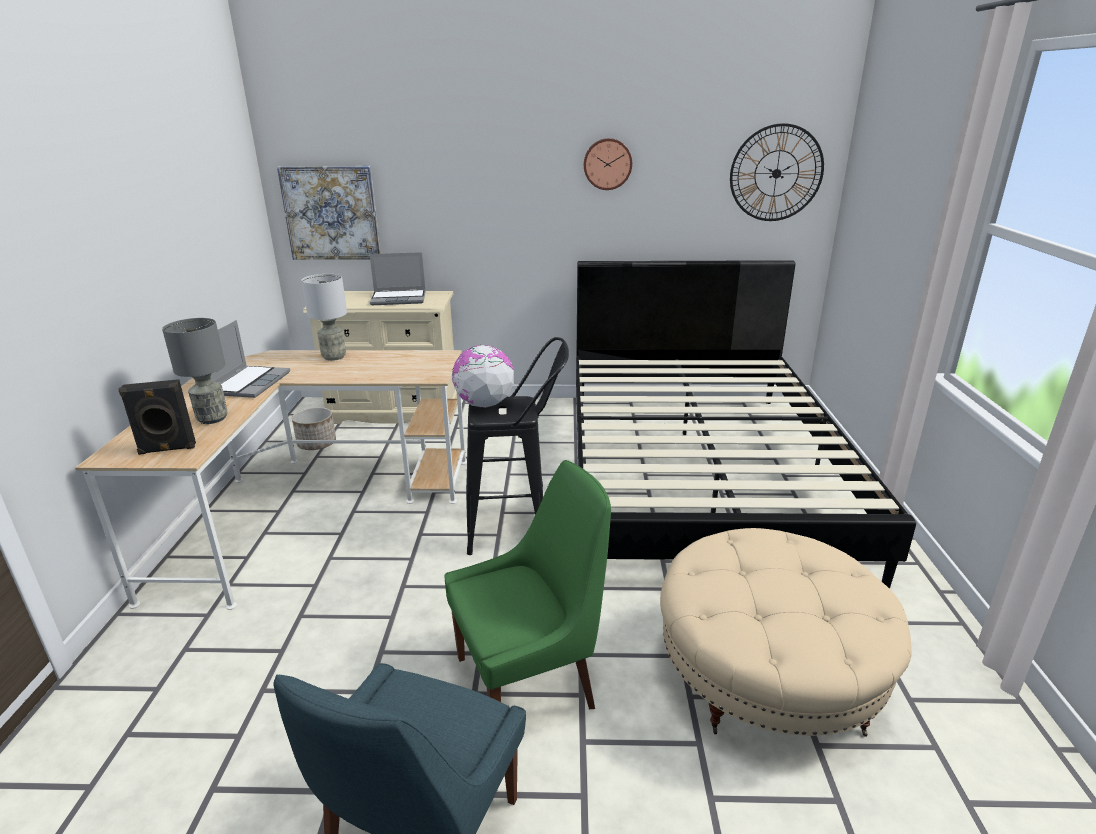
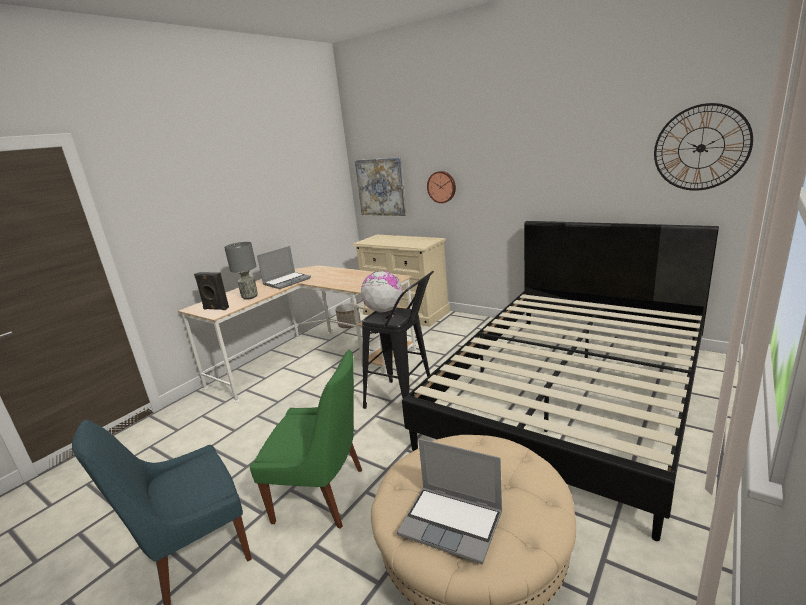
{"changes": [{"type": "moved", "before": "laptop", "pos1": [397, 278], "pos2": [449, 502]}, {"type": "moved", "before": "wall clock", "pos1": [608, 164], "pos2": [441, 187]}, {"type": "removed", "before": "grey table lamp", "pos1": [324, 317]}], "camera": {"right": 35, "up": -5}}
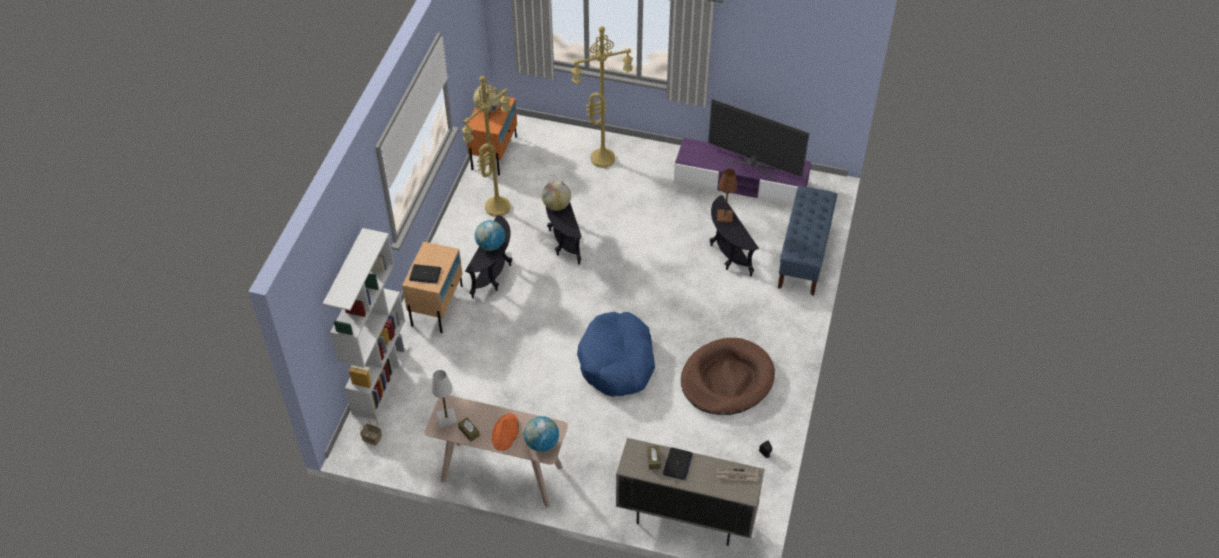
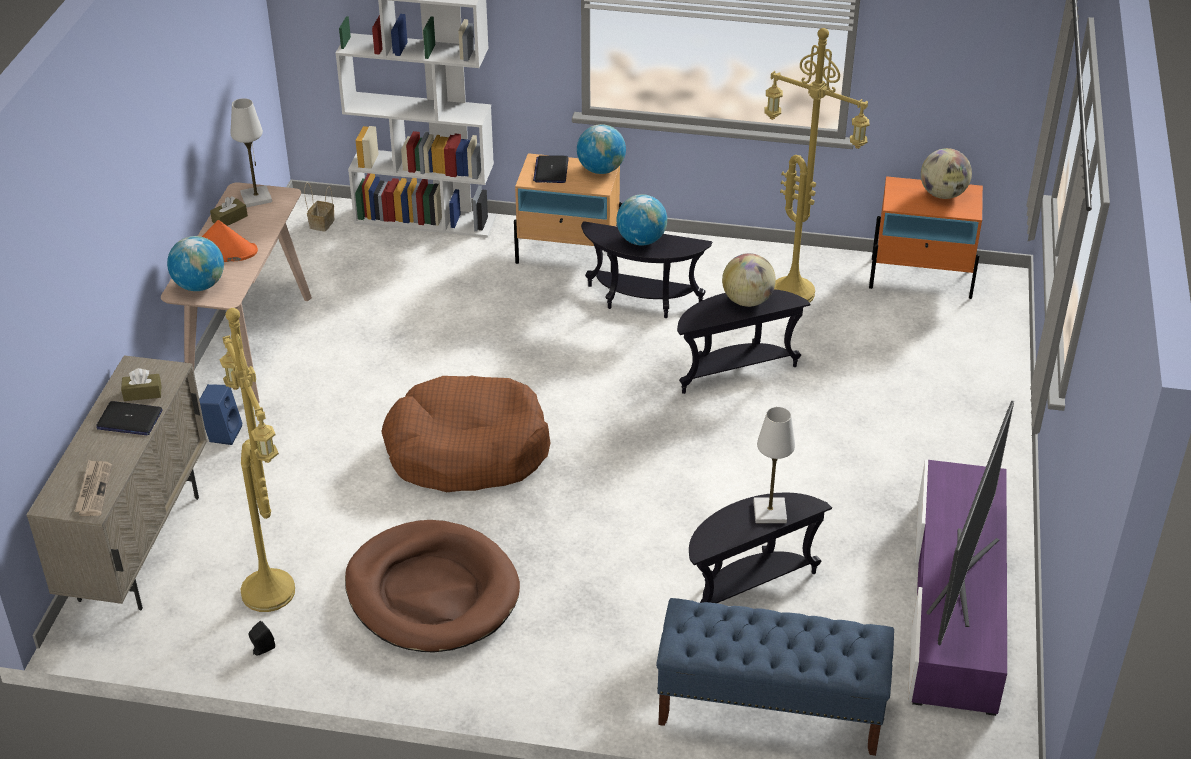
{"changes": [{"type": "added", "after": "blue speaker", "pos2": [220, 414]}, {"type": "moved", "before": "yellow floor lamp", "pos1": [602, 97], "pos2": [257, 460]}, {"type": "recoloured", "before": "blue dog bed", "after": "brown dog bed", "pos1": [616, 354], "pos2": [466, 433]}, {"type": "added", "after": "globe", "pos2": [601, 149]}, {"type": "recoloured", "before": "brown table lamp", "after": "white table lamp", "pos1": [727, 196], "pos2": [774, 465]}], "camera": {"right": 85, "up": -10}}
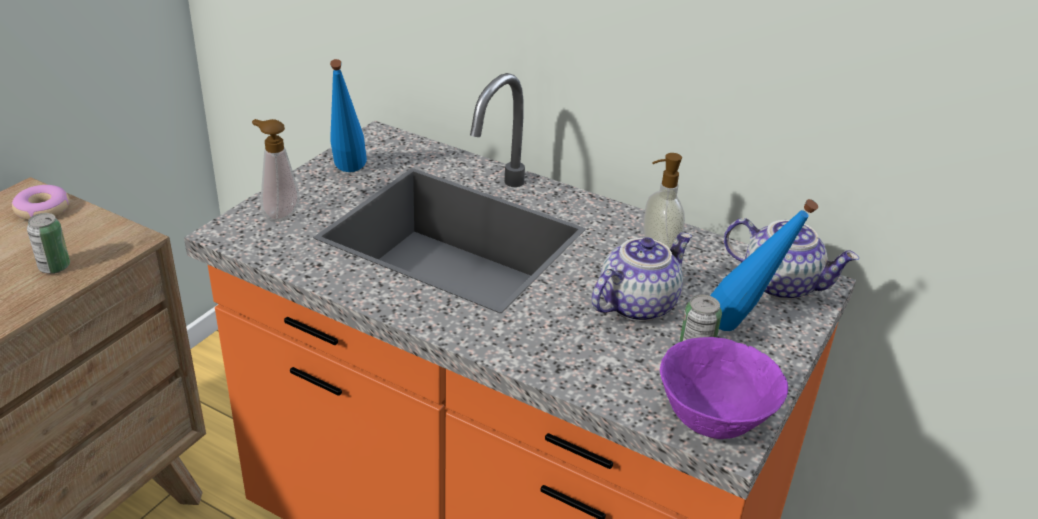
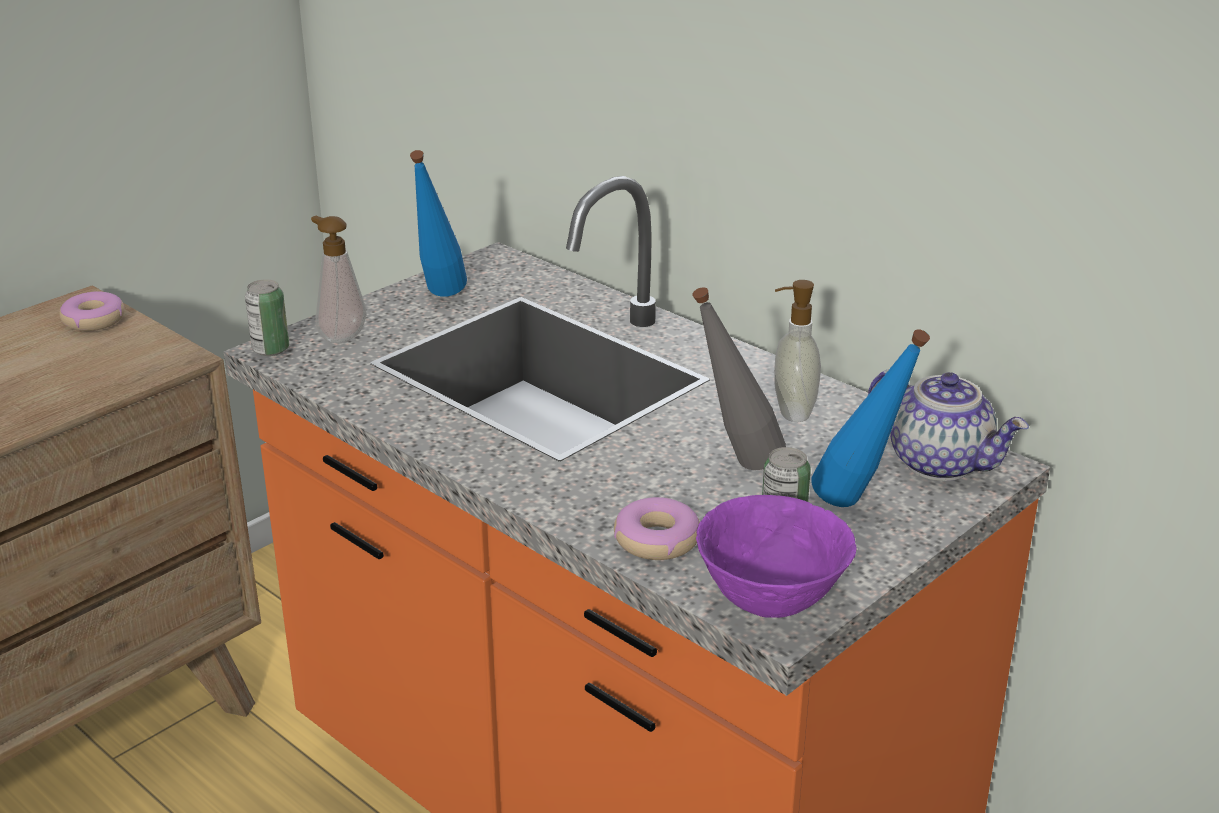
{"changes": [{"type": "moved", "before": "can", "pos1": [48, 243], "pos2": [267, 317]}, {"type": "added", "after": "donut", "pos2": [657, 528]}, {"type": "replaced", "before": "teapot", "after": "grey bottle", "pos1": [642, 277], "pos2": [739, 378]}], "camera": {"right": 15, "up": -5}}
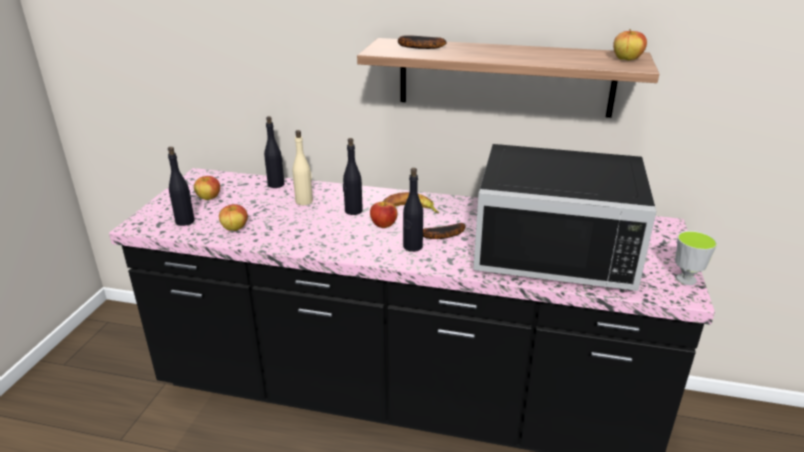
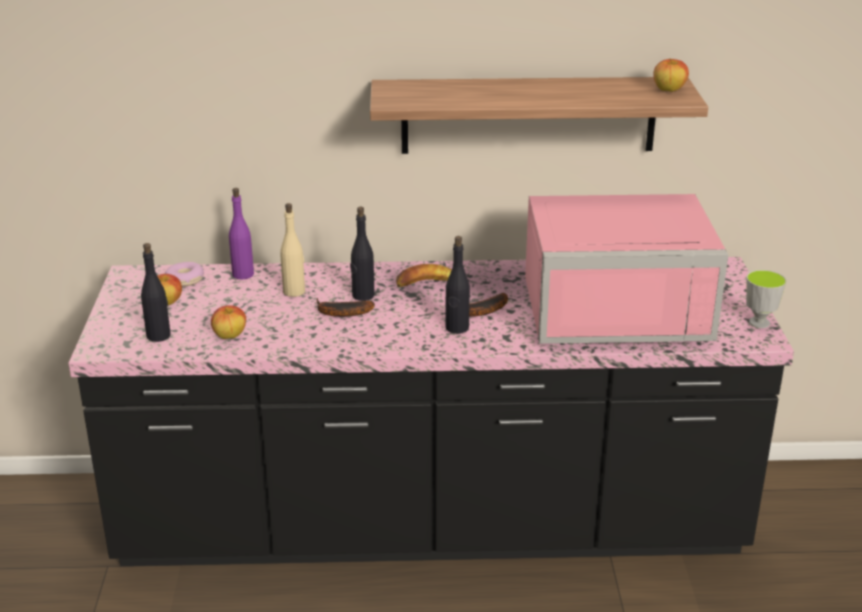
{"changes": [{"type": "added", "after": "donut", "pos2": [184, 274]}, {"type": "recoloured", "before": "black bottle", "after": "purple bottle", "pos1": [274, 152], "pos2": [241, 234]}, {"type": "moved", "before": "banana", "pos1": [422, 42], "pos2": [346, 307]}, {"type": "recoloured", "before": "black microwave", "after": "pink microwave", "pos1": [564, 217], "pos2": [626, 269]}, {"type": "removed", "before": "apple", "pos1": [384, 214]}], "camera": {"right": -15, "up": 0}}
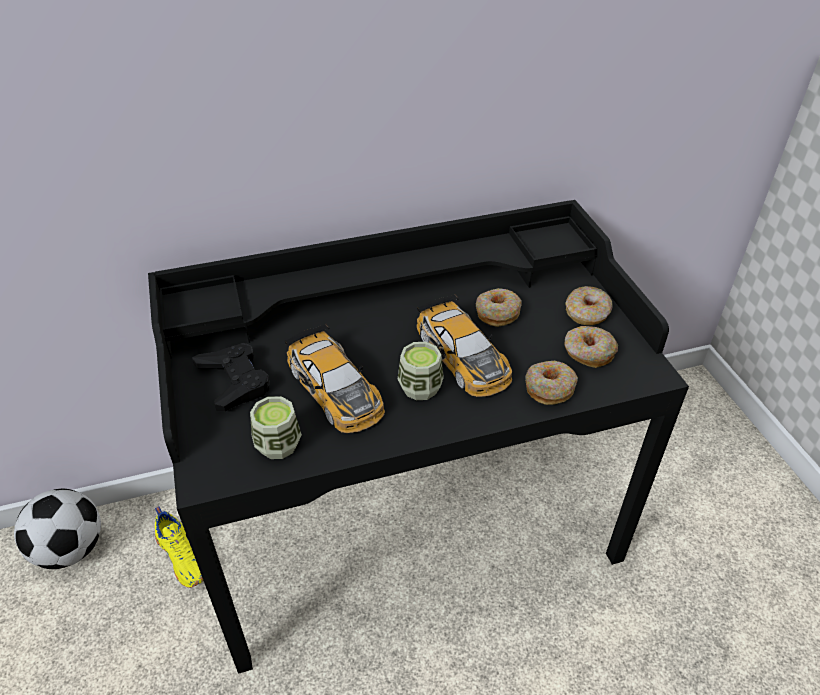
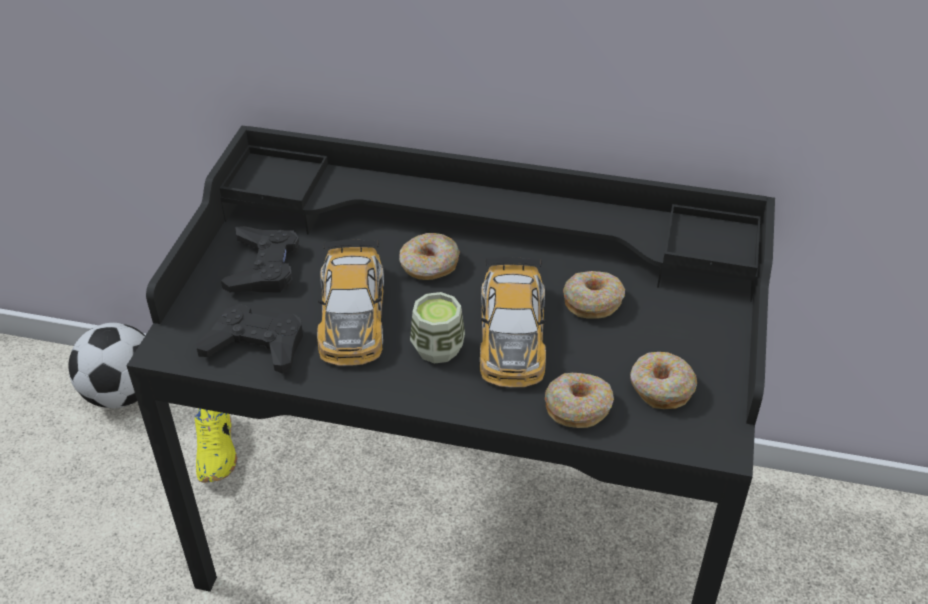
{"changes": [{"type": "replaced", "before": "cup", "after": "black game controller", "pos1": [276, 427], "pos2": [249, 339]}, {"type": "moved", "before": "donut", "pos1": [588, 305], "pos2": [429, 256]}], "camera": {"right": 30, "up": 0}}
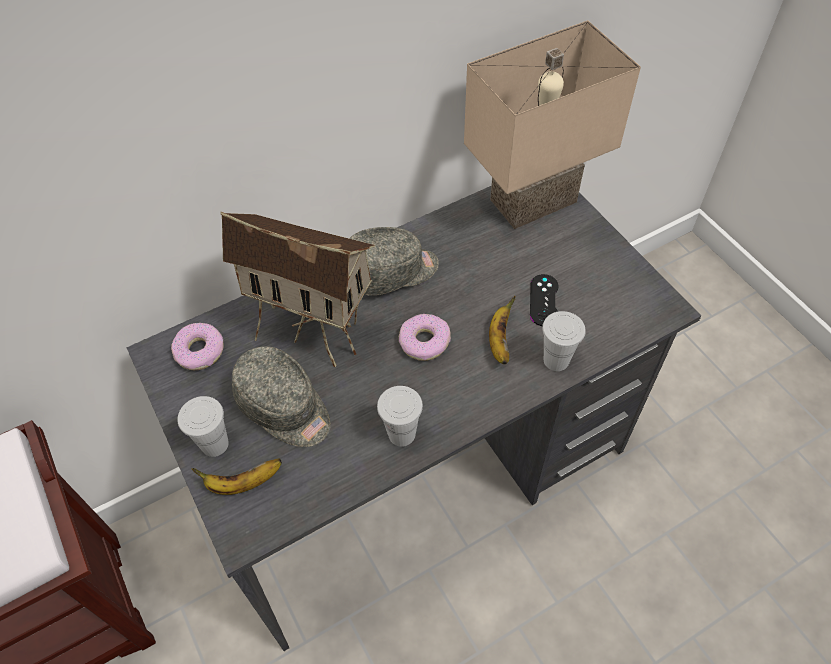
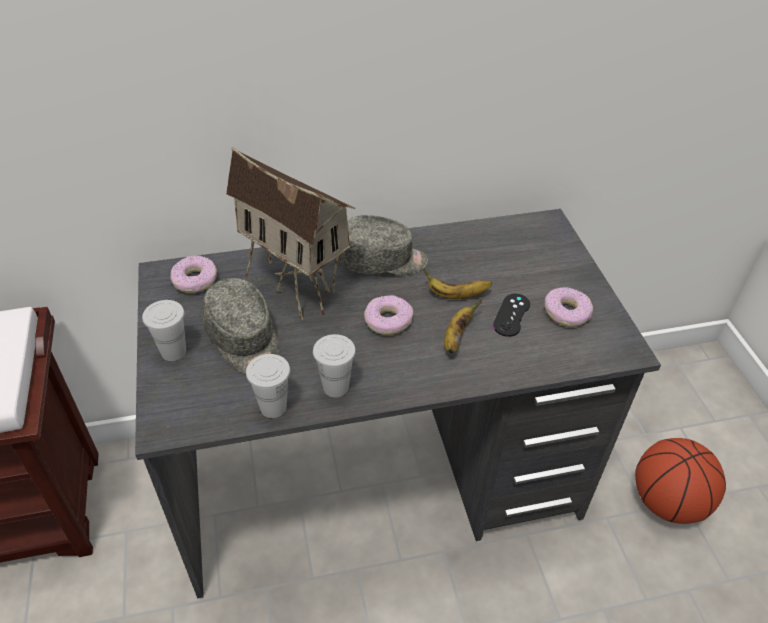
{"changes": [{"type": "moved", "before": "white cup", "pos1": [564, 341], "pos2": [268, 386]}, {"type": "moved", "before": "banana", "pos1": [237, 477], "pos2": [457, 284]}, {"type": "added", "after": "donut", "pos2": [569, 307]}, {"type": "added", "after": "basketball", "pos2": [680, 481]}, {"type": "removed", "before": "beige table lamp", "pos1": [552, 124]}], "camera": {"right": 15, "up": -10}}
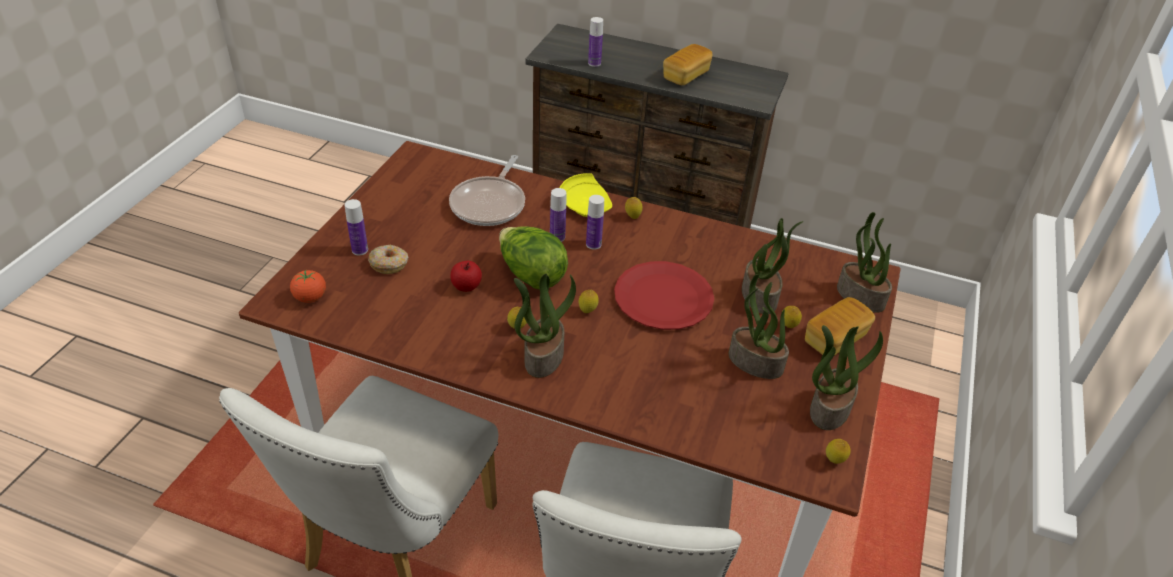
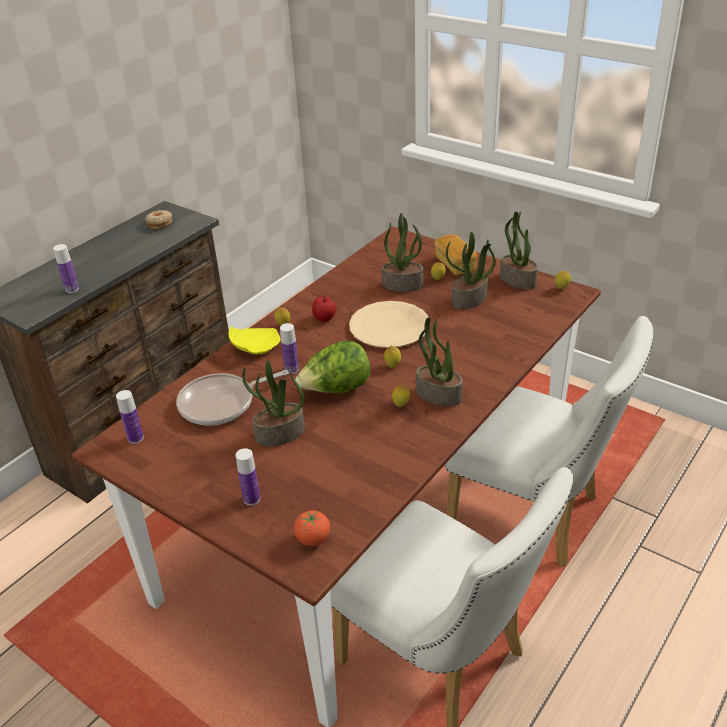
{"changes": [{"type": "moved", "before": "bottle", "pos1": [595, 222], "pos2": [130, 417]}, {"type": "moved", "before": "donut", "pos1": [388, 259], "pos2": [158, 219]}, {"type": "turned", "before": "frying pan", "pos1": [487, 190], "pos2": [232, 397], "turn": 120}, {"type": "moved", "before": "potted plant", "pos1": [864, 262], "pos2": [273, 403]}, {"type": "moved", "before": "apple", "pos1": [466, 276], "pos2": [324, 308]}, {"type": "recoloured", "before": "red plate", "after": "beige plate", "pos1": [664, 295], "pos2": [388, 324]}, {"type": "removed", "before": "bread", "pos1": [687, 64]}], "camera": {"right": -70, "up": -5}}
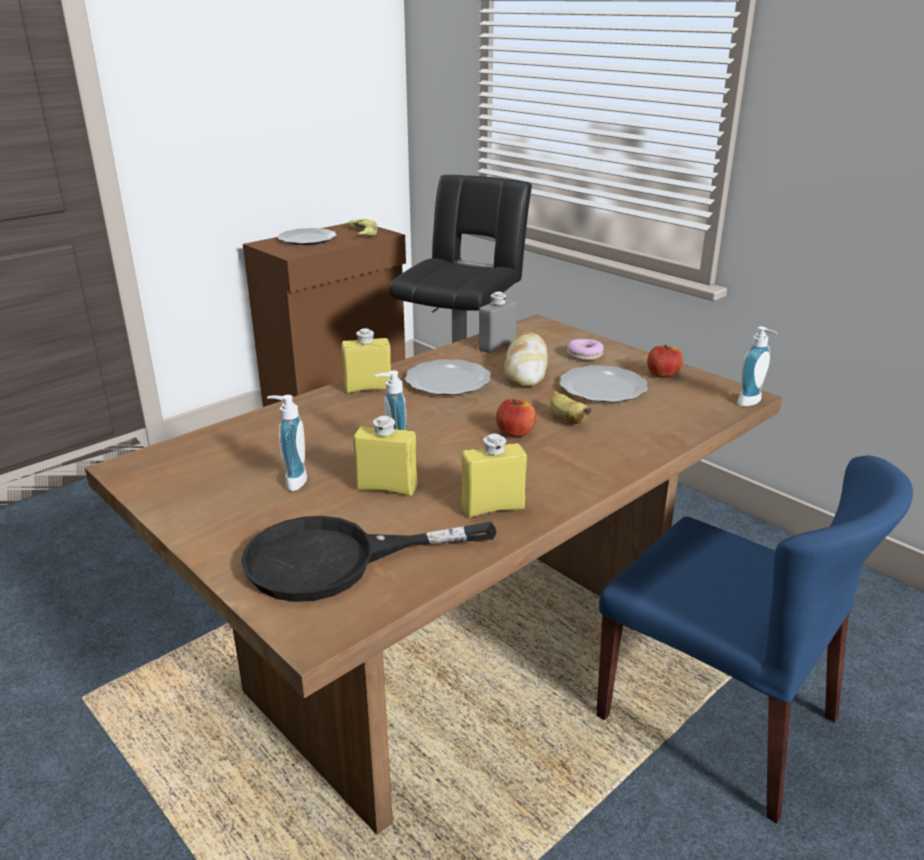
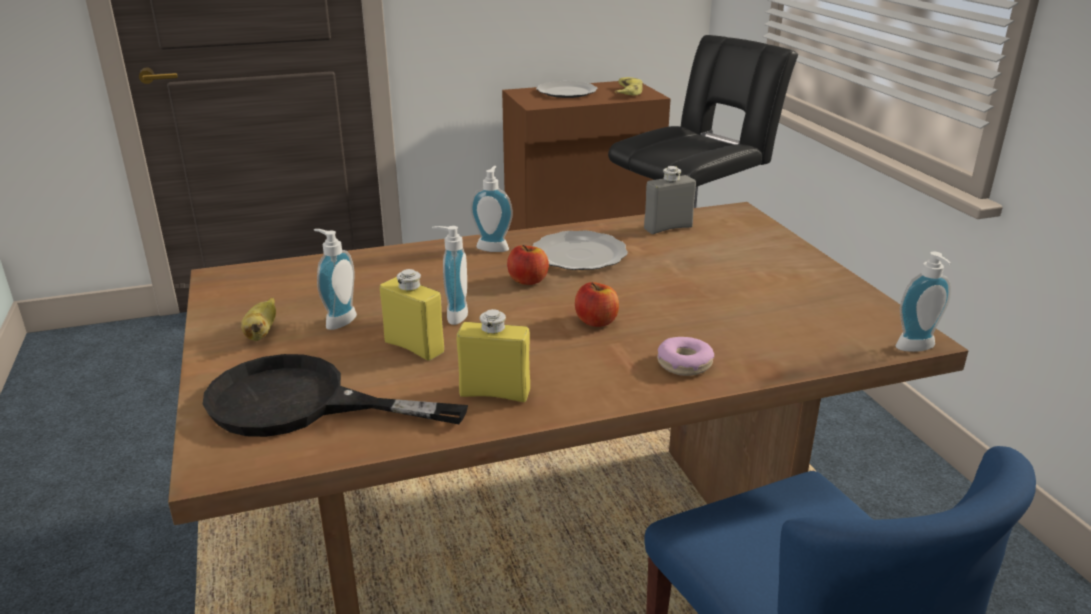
{"changes": [{"type": "moved", "before": "banana", "pos1": [571, 407], "pos2": [258, 319]}, {"type": "replaced", "before": "yellow bottle", "after": "soap dispenser", "pos1": [366, 360], "pos2": [491, 209]}, {"type": "moved", "before": "apple", "pos1": [665, 361], "pos2": [528, 265]}, {"type": "moved", "before": "donut", "pos1": [585, 350], "pos2": [685, 356]}, {"type": "removed", "before": "bread", "pos1": [526, 359]}, {"type": "removed", "before": "plate", "pos1": [603, 383]}], "camera": {"right": 25, "up": 0}}
